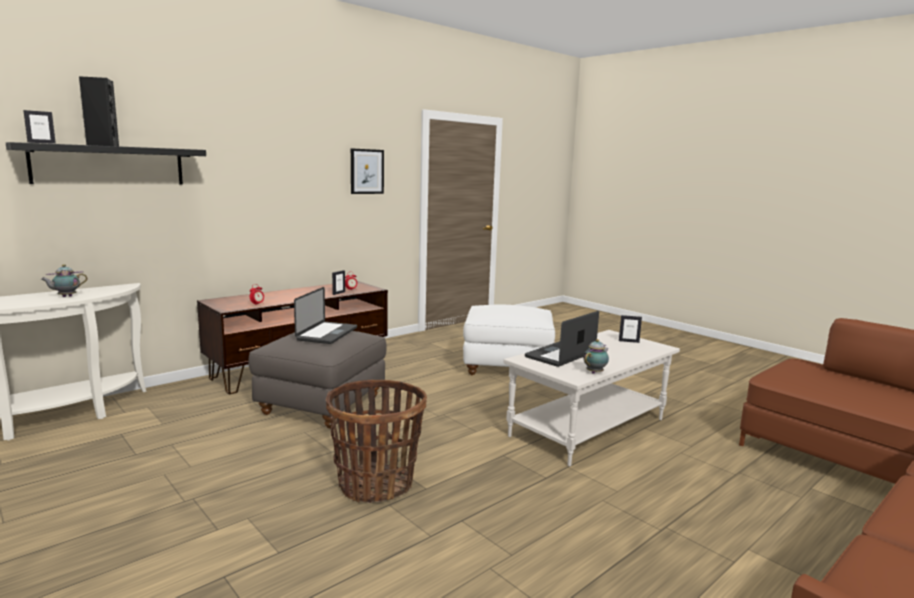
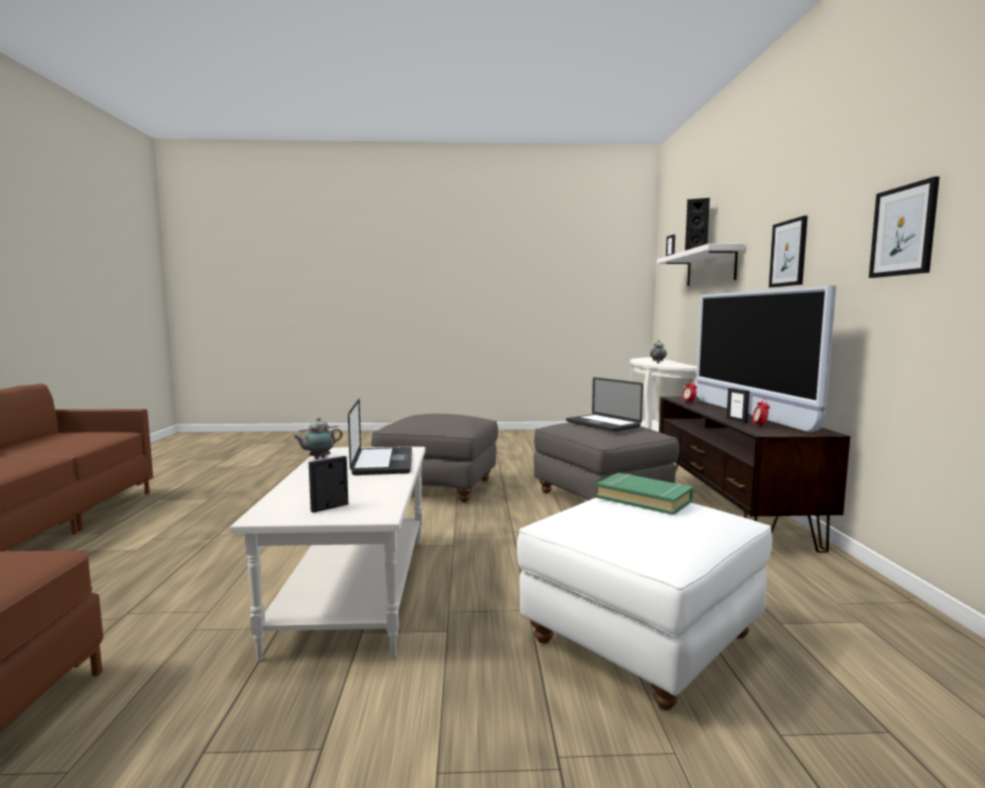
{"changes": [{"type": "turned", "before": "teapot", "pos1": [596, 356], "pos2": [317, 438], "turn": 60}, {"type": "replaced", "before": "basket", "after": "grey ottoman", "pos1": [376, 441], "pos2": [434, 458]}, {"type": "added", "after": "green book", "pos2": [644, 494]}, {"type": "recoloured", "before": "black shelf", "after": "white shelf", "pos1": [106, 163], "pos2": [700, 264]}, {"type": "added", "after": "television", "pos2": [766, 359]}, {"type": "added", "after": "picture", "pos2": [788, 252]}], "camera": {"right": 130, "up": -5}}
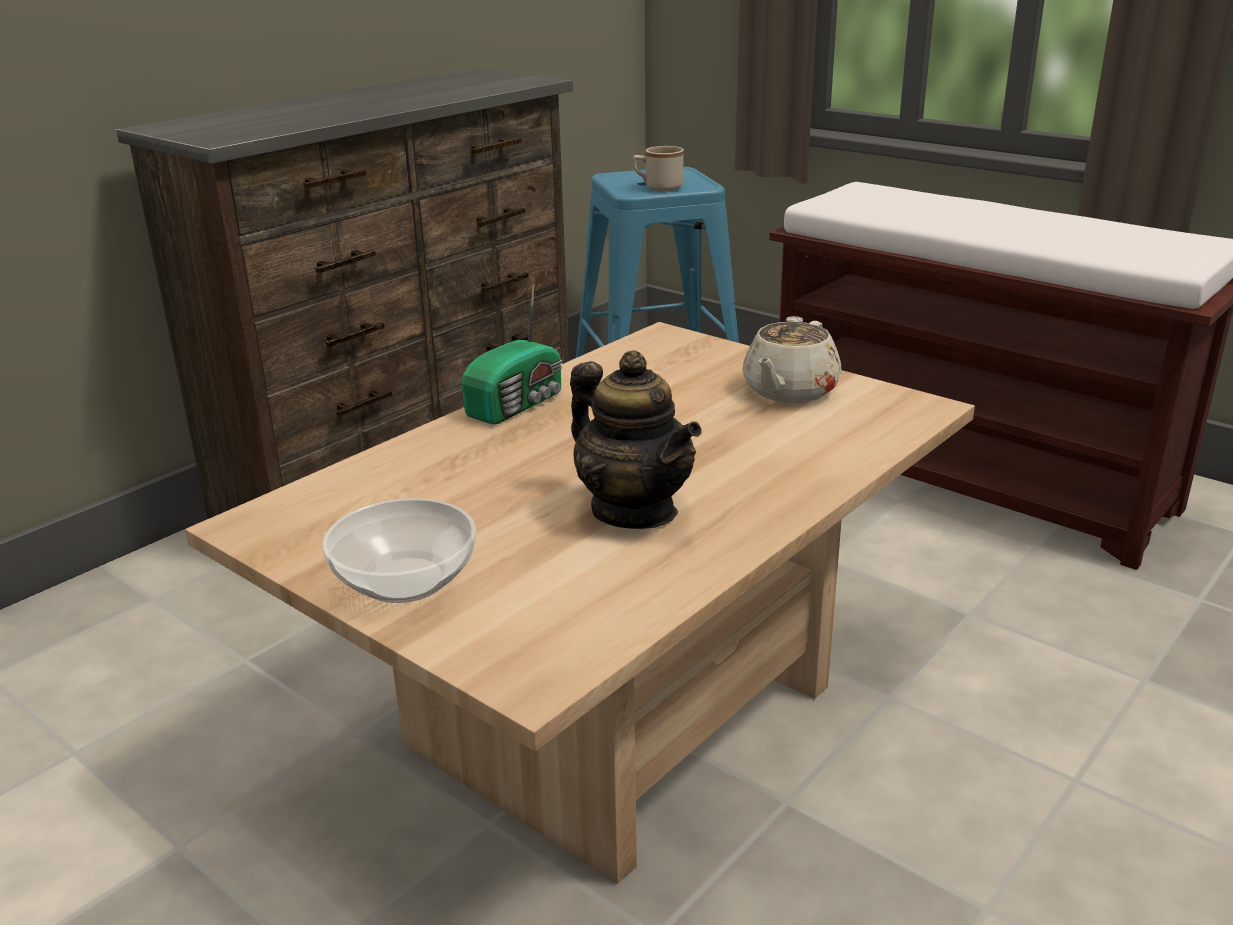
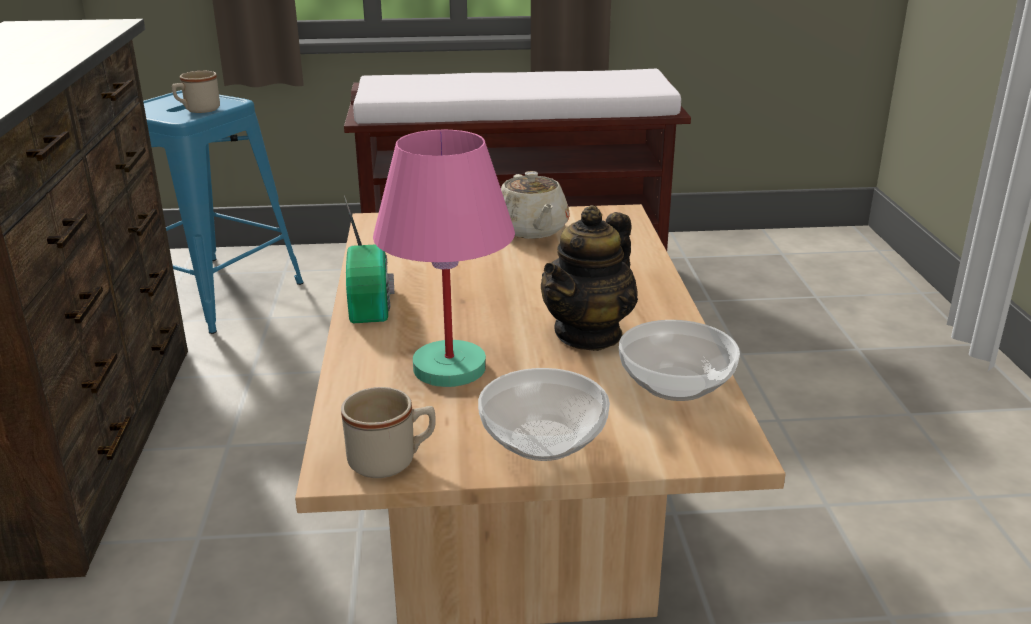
{"changes": [{"type": "added", "after": "beige mug", "pos2": [388, 432]}, {"type": "added", "after": "pink table lamp", "pos2": [444, 258]}, {"type": "turned", "before": "teapot", "pos1": [636, 440], "pos2": [589, 278], "turn": 120}, {"type": "added", "after": "bowl", "pos2": [679, 360]}], "camera": {"right": -45, "up": 0}}
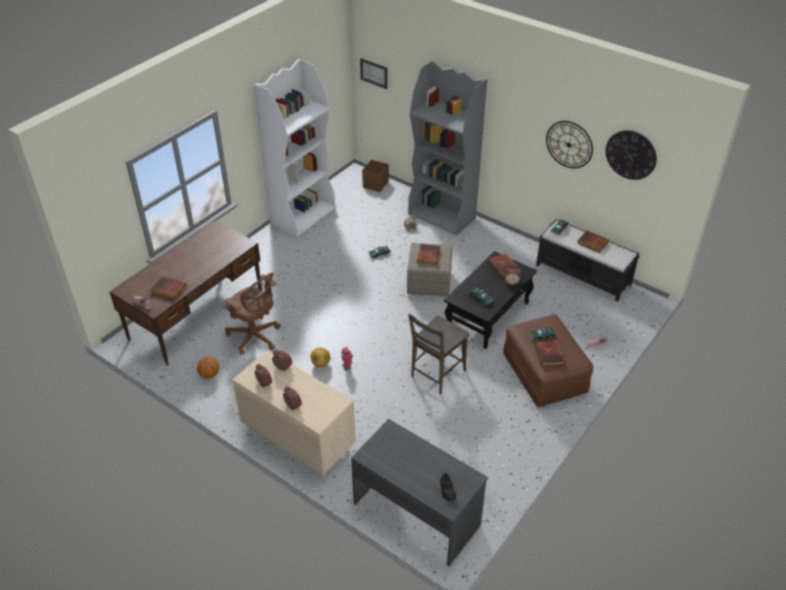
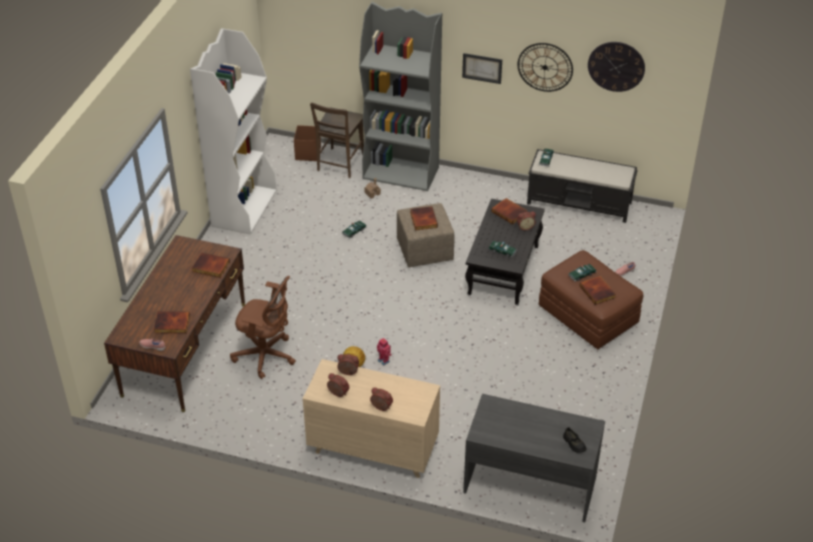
{"changes": [{"type": "moved", "before": "book", "pos1": [593, 242], "pos2": [211, 265]}, {"type": "moved", "before": "brown chair", "pos1": [438, 353], "pos2": [337, 140]}, {"type": "moved", "before": "picture", "pos1": [373, 73], "pos2": [482, 68]}, {"type": "removed", "before": "basketball", "pos1": [208, 368]}], "camera": {"right": -20, "up": 0}}
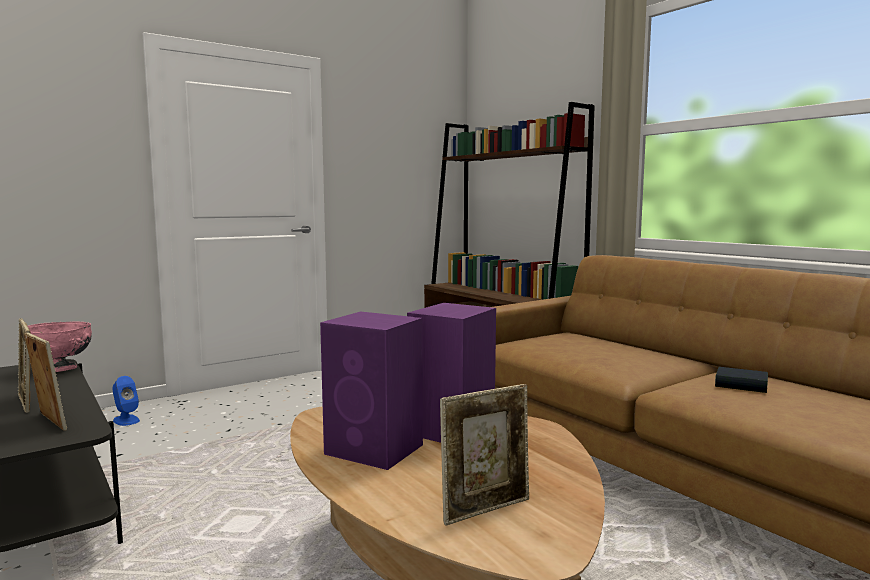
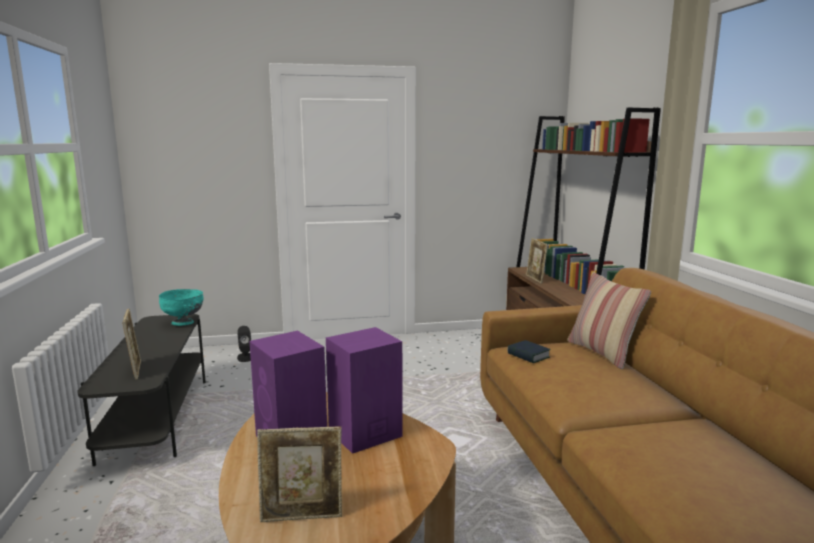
{"changes": [{"type": "recoloured", "before": "pink bowl", "after": "turquoise bowl", "pos1": [60, 346], "pos2": [181, 307]}, {"type": "recoloured", "before": "blue speaker", "after": "black speaker", "pos1": [126, 401], "pos2": [244, 344]}, {"type": "moved", "before": "book", "pos1": [741, 380], "pos2": [529, 351]}, {"type": "moved", "before": "picture frame", "pos1": [24, 365], "pos2": [537, 261]}, {"type": "added", "after": "pillow", "pos2": [609, 320]}], "camera": {"right": 25, "up": 5}}
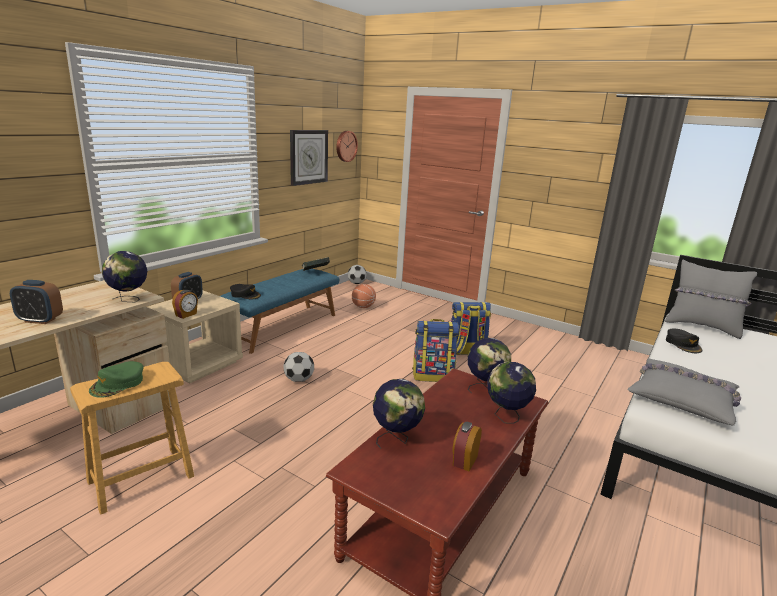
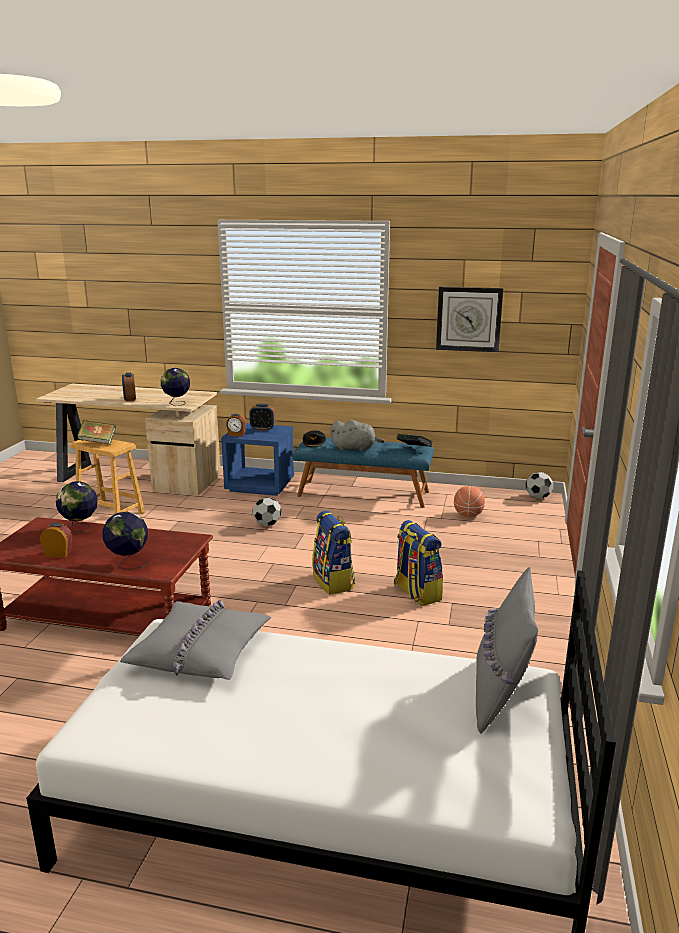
{"changes": [{"type": "replaced", "before": "green cap", "after": "book", "pos1": [116, 379], "pos2": [97, 432]}, {"type": "recoloured", "before": "beige nightstand", "after": "blue nightstand", "pos1": [195, 337], "pos2": [257, 459]}, {"type": "added", "after": "grey plush toy", "pos2": [357, 436]}, {"type": "removed", "before": "wall clock", "pos1": [347, 146]}, {"type": "removed", "before": "globe", "pos1": [489, 366]}, {"type": "removed", "before": "black cap", "pos1": [684, 341]}], "camera": {"right": 70, "up": 0}}
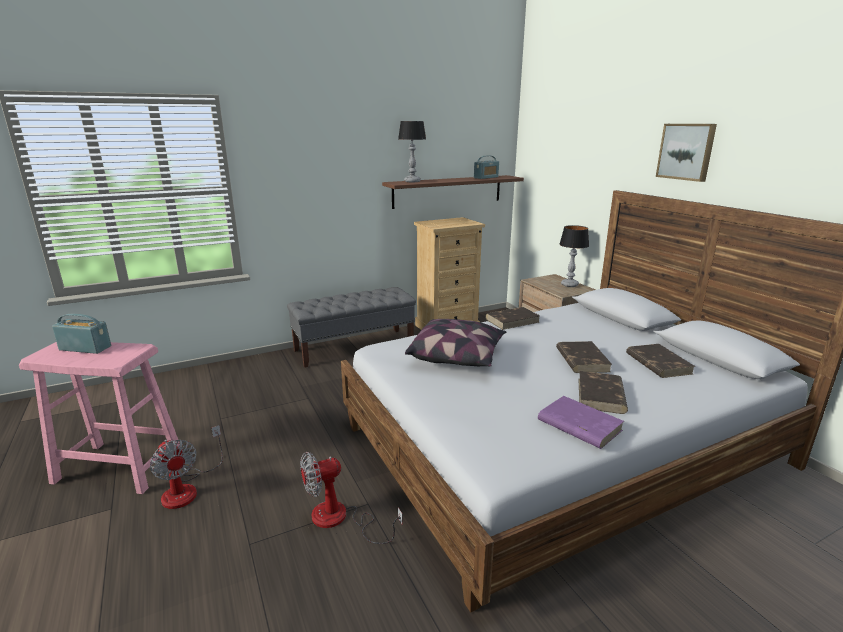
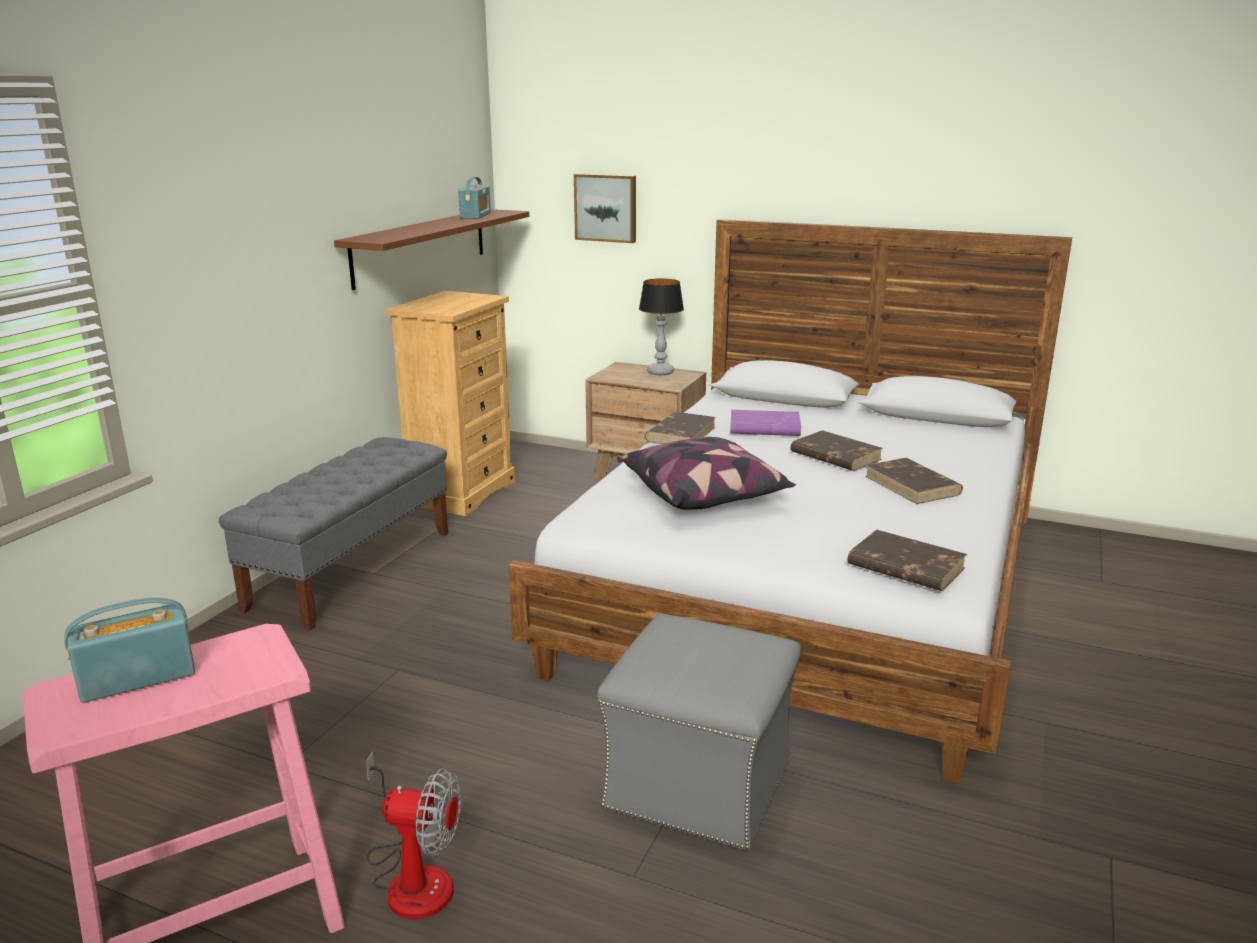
{"changes": [{"type": "moved", "before": "picture", "pos1": [686, 153], "pos2": [605, 208]}, {"type": "replaced", "before": "fan", "after": "grey ottoman", "pos1": [351, 498], "pos2": [699, 732]}, {"type": "moved", "before": "purple book", "pos1": [581, 422], "pos2": [765, 423]}, {"type": "moved", "before": "brown book", "pos1": [661, 361], "pos2": [907, 560]}, {"type": "removed", "before": "table lamp", "pos1": [412, 151]}], "camera": {"right": -40, "up": 0}}
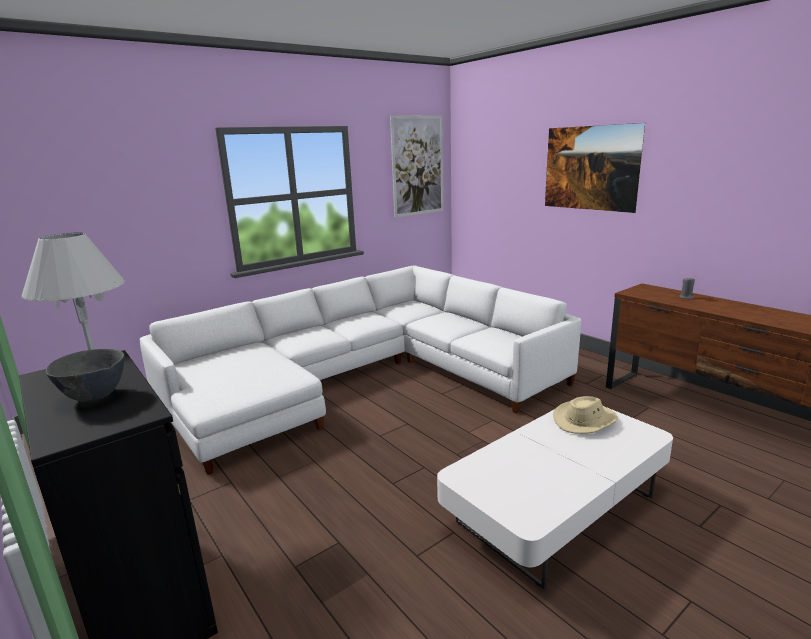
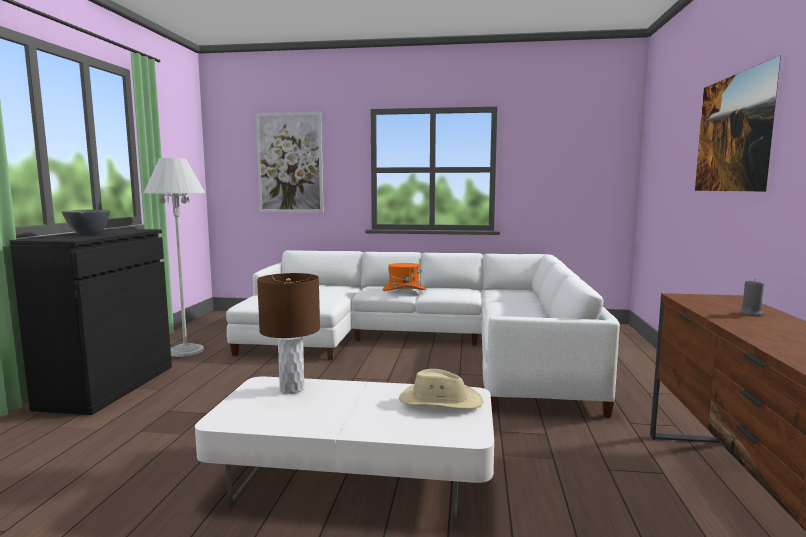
{"changes": [{"type": "moved", "before": "picture", "pos1": [416, 166], "pos2": [289, 162]}, {"type": "added", "after": "brown table lamp", "pos2": [288, 333]}, {"type": "added", "after": "orange hat", "pos2": [404, 277]}], "camera": {"right": 45, "up": -10}}
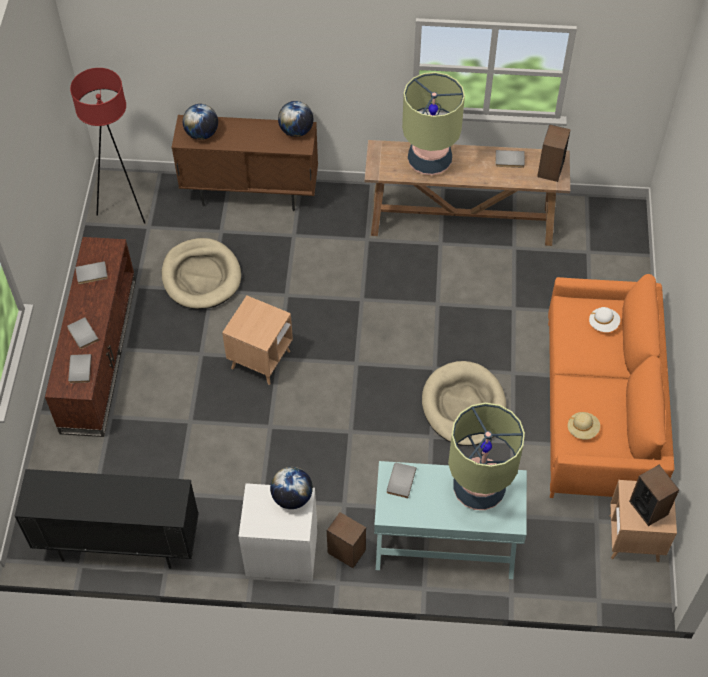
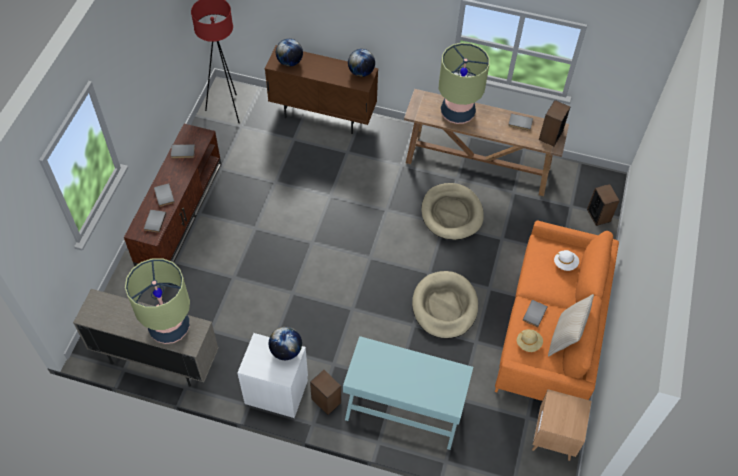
{"changes": [{"type": "recoloured", "before": "black cabinet", "after": "beige cabinet", "pos1": [106, 519], "pos2": [146, 337]}, {"type": "moved", "before": "table lamp", "pos1": [486, 456], "pos2": [157, 301]}, {"type": "moved", "before": "beige dog bed", "pos1": [201, 273], "pos2": [452, 211]}, {"type": "moved", "before": "grey book", "pos1": [401, 480], "pos2": [535, 313]}, {"type": "added", "after": "beige pillow", "pos2": [571, 325]}, {"type": "moved", "before": "speaker", "pos1": [654, 495], "pos2": [603, 205]}, {"type": "removed", "before": "brown side table", "pos1": [257, 340]}], "camera": {"right": 10, "up": 0}}
